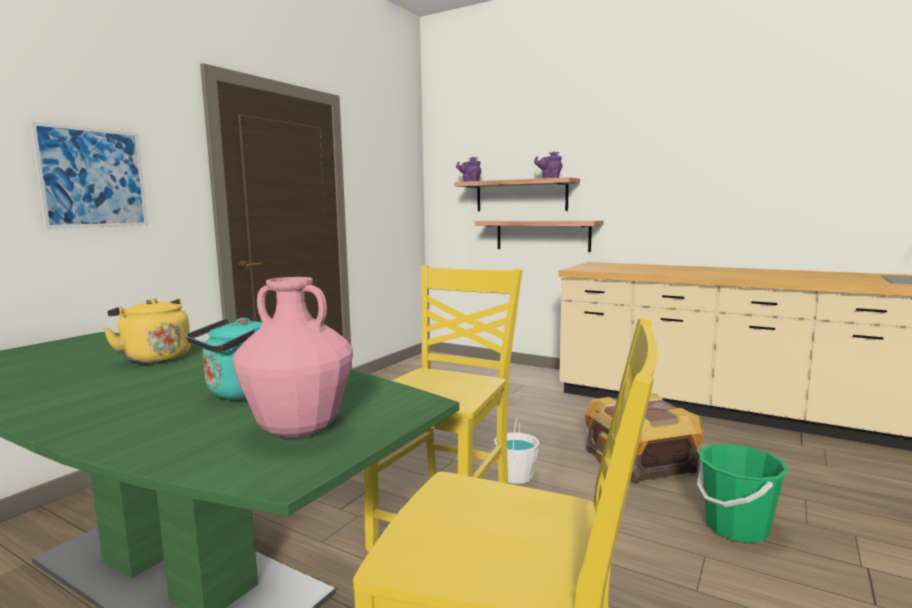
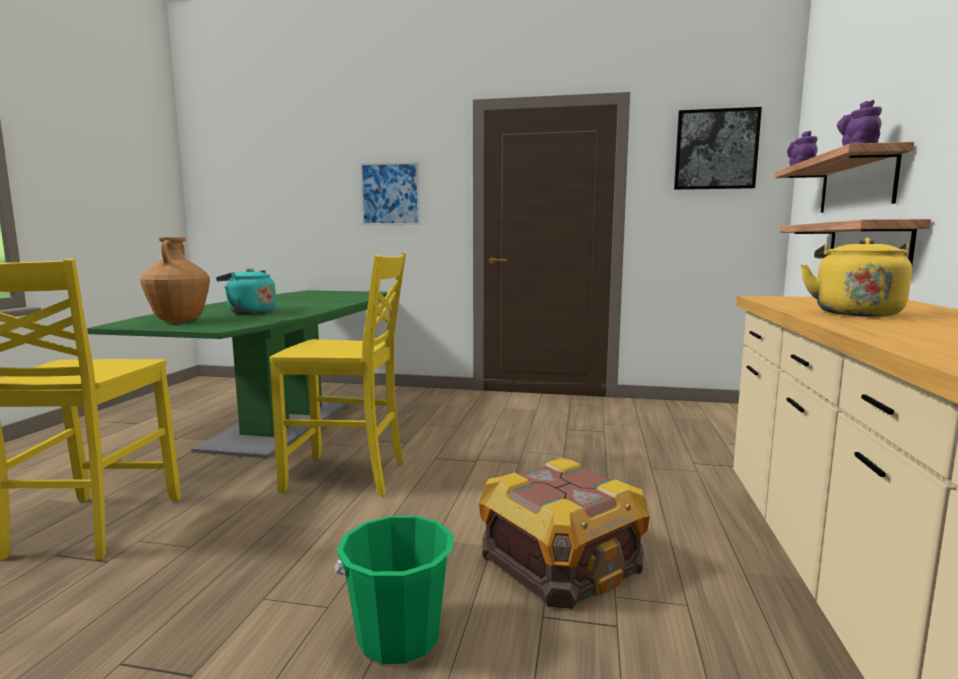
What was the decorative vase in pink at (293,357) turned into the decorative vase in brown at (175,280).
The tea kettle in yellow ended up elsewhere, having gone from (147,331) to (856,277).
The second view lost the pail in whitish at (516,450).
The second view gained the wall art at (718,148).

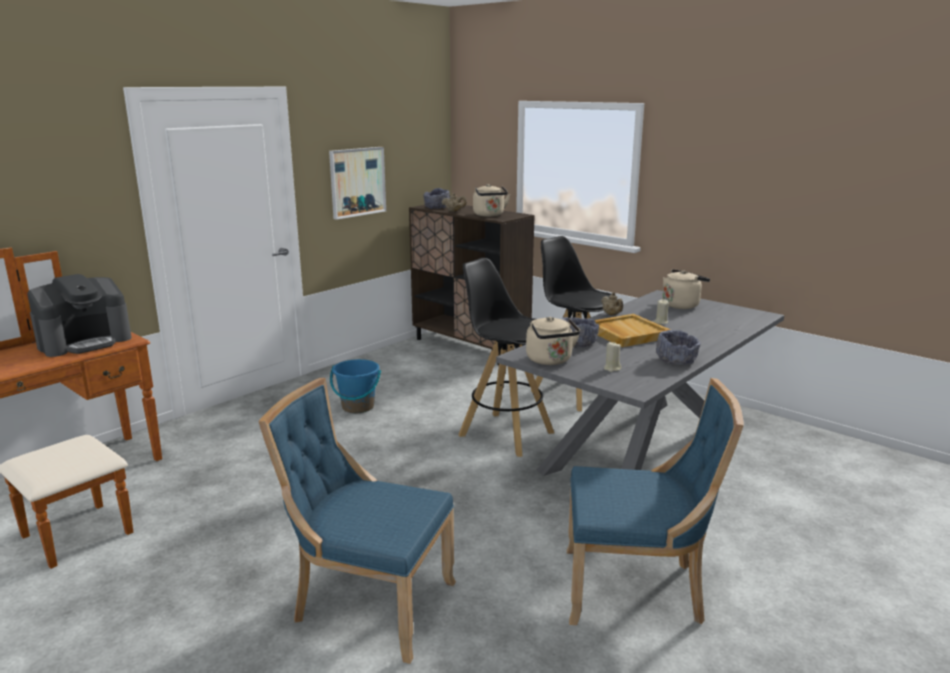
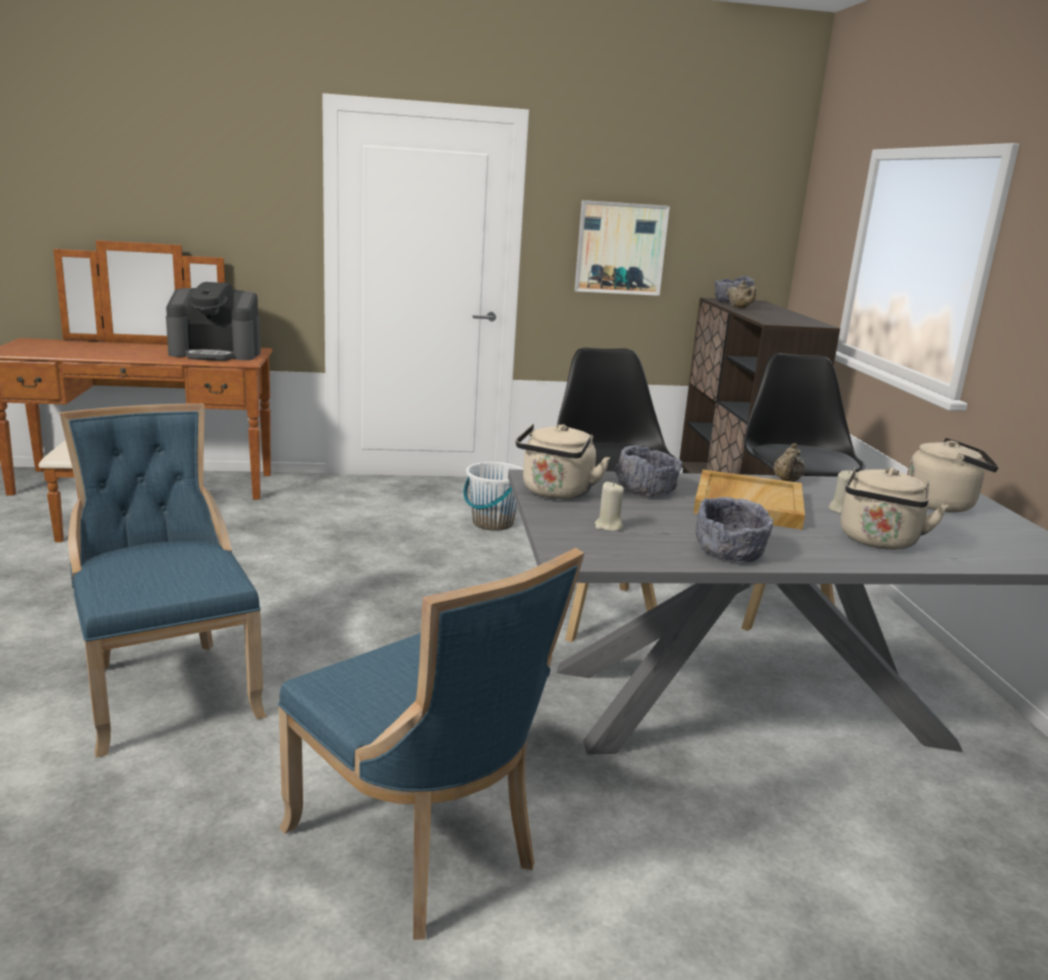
The tea kettle in sand-coloured ended up elsewhere, having gone from (491,200) to (895,508).
What was the pail in bluish at (355,386) turned into the pail in whitish at (493,496).

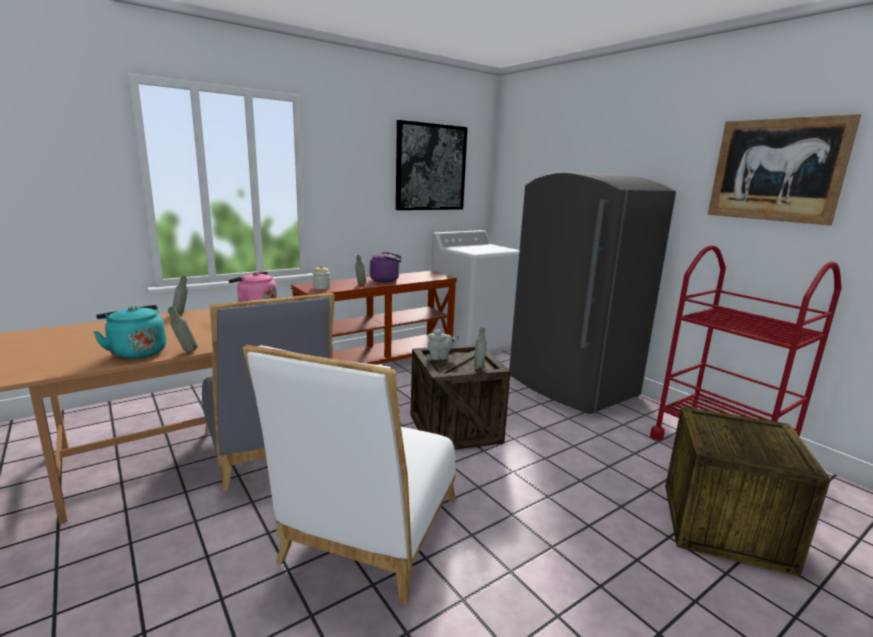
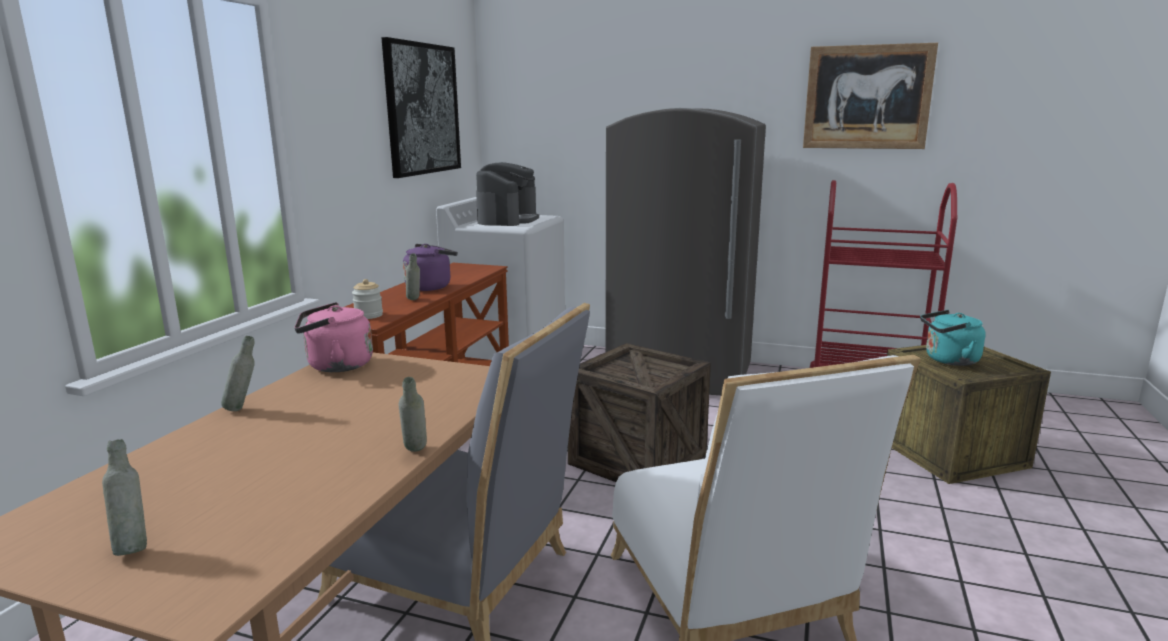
The tea kettle in blue-green ended up elsewhere, having gone from (129,332) to (953,338).
The drink bottle in gray ended up elsewhere, having gone from (480,348) to (124,497).
The second view lost the tea pot in gray at (443,344).
The second view gained the coffee machine at (507,194).

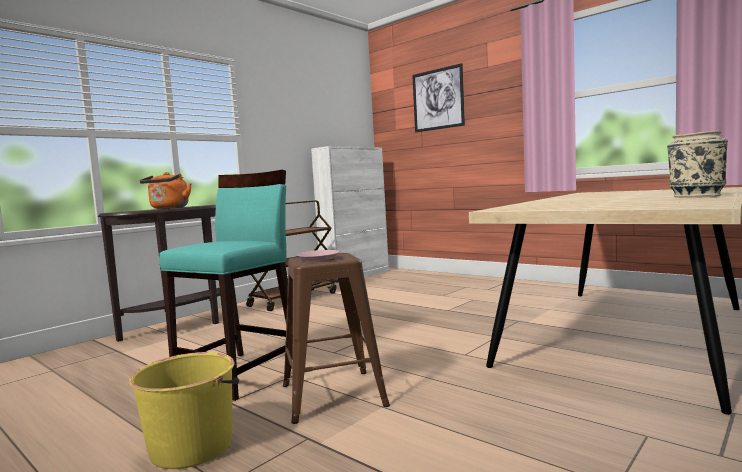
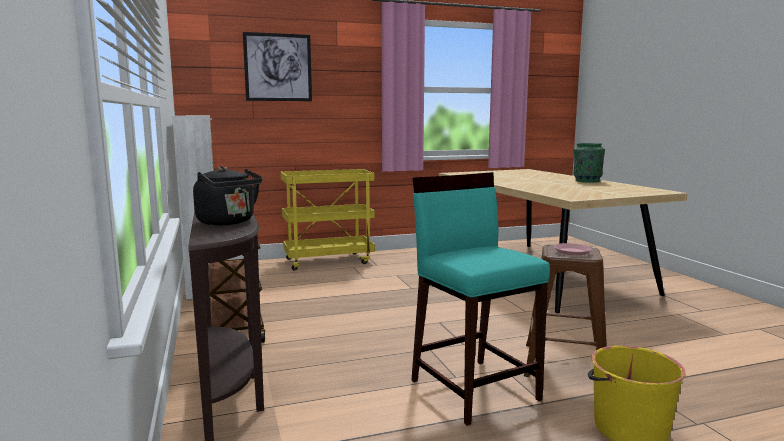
What was the decorative vase in sand-coloured at (697,164) turned into the decorative vase in green-coloured at (589,163).
What was the tea kettle in orange-coloured at (165,190) turned into the tea kettle in blackish at (227,196).
The second view gained the trolley in yellow at (327,220).

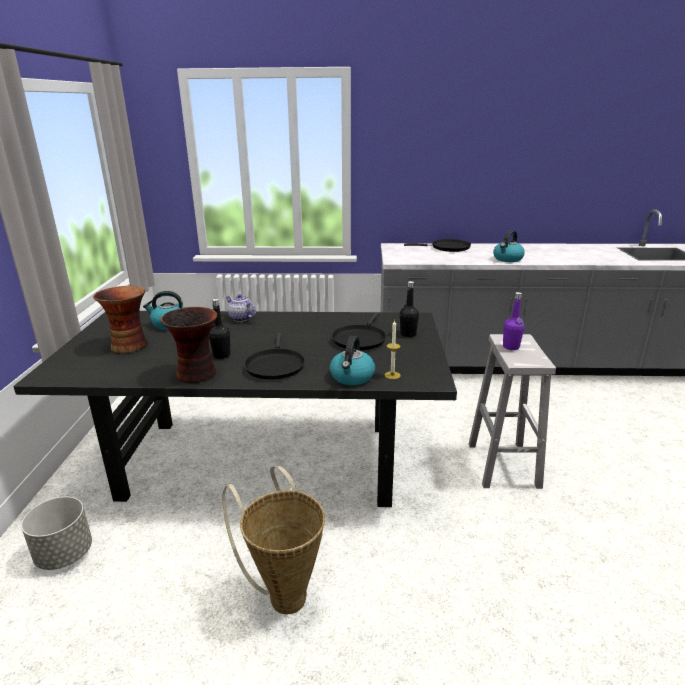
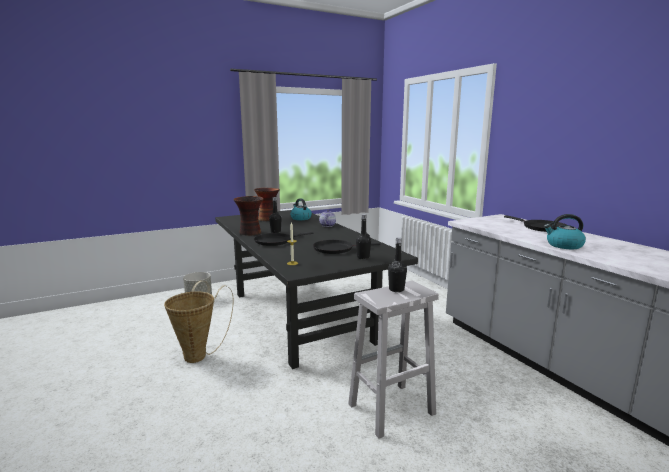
What was the drink bottle in purple at (514,321) turned into the drink bottle in blackish at (397,264).
The second view lost the tea kettle at (352,360).

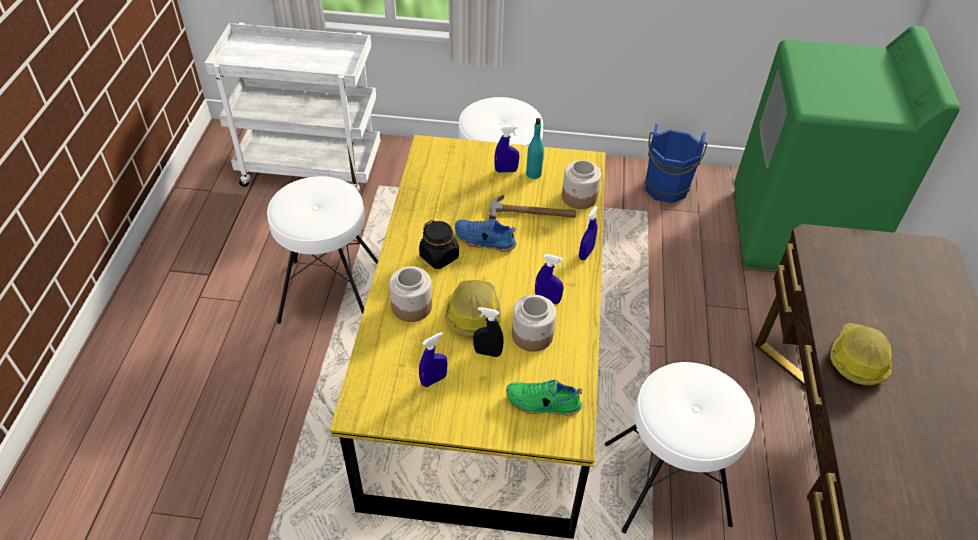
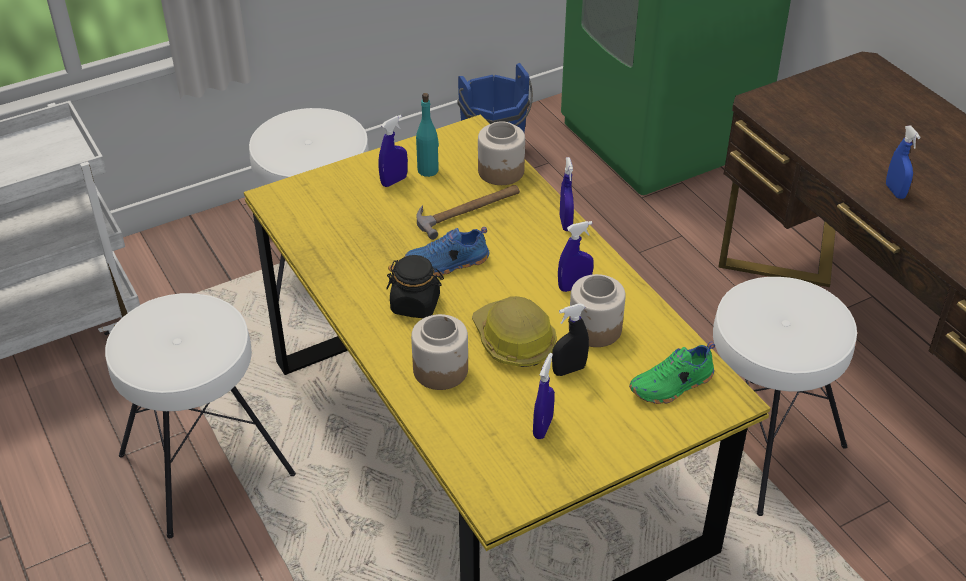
Where the safety helmet stood at (861,354), the spray bottle in bluish came to stand at (903,162).

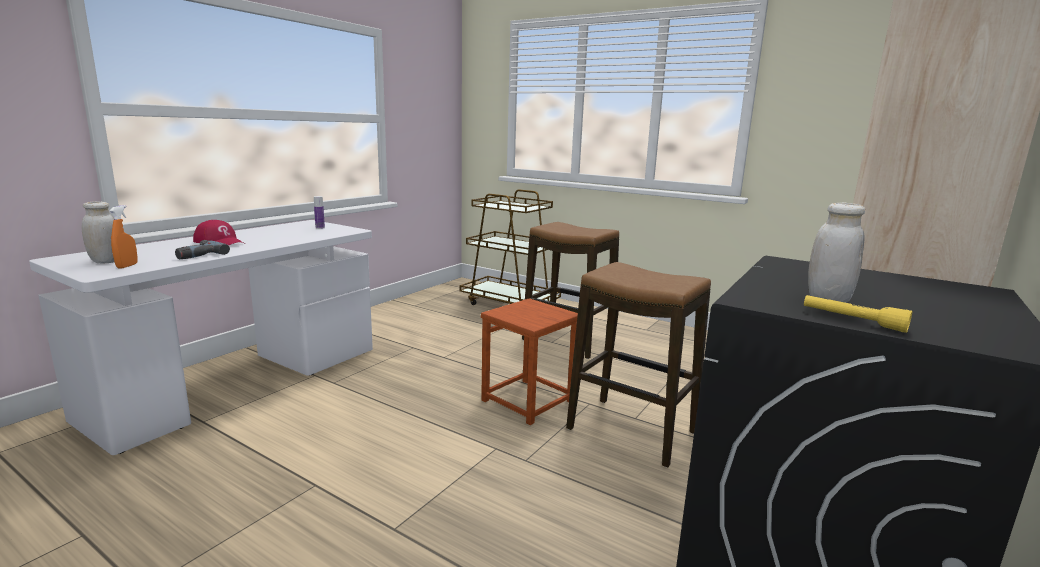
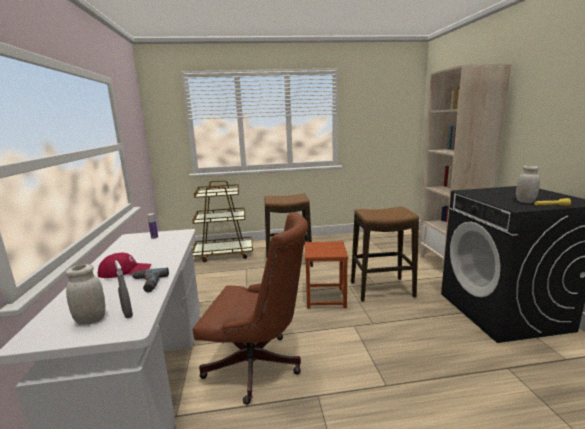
What was the spray bottle in orange-coloured at (124,236) turned into the spray bottle in gray at (124,289).
The second view gained the desk chair in brown at (250,308).

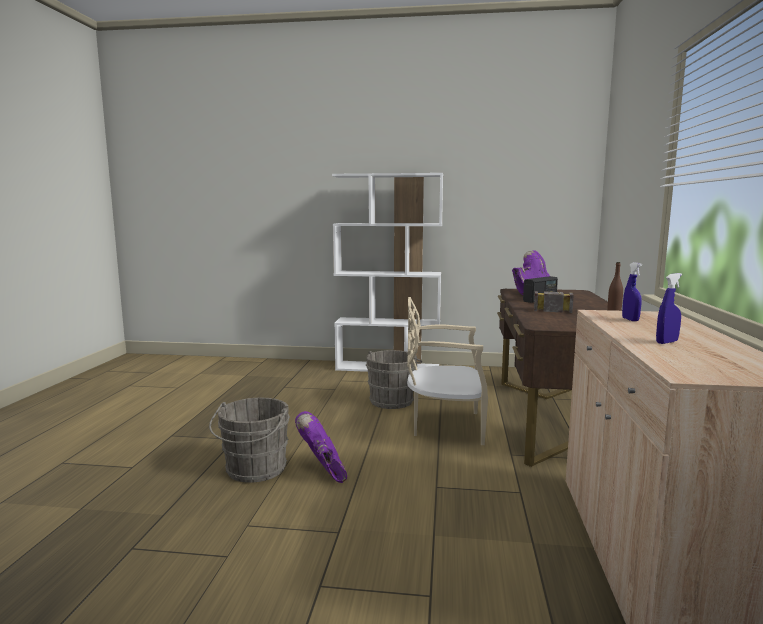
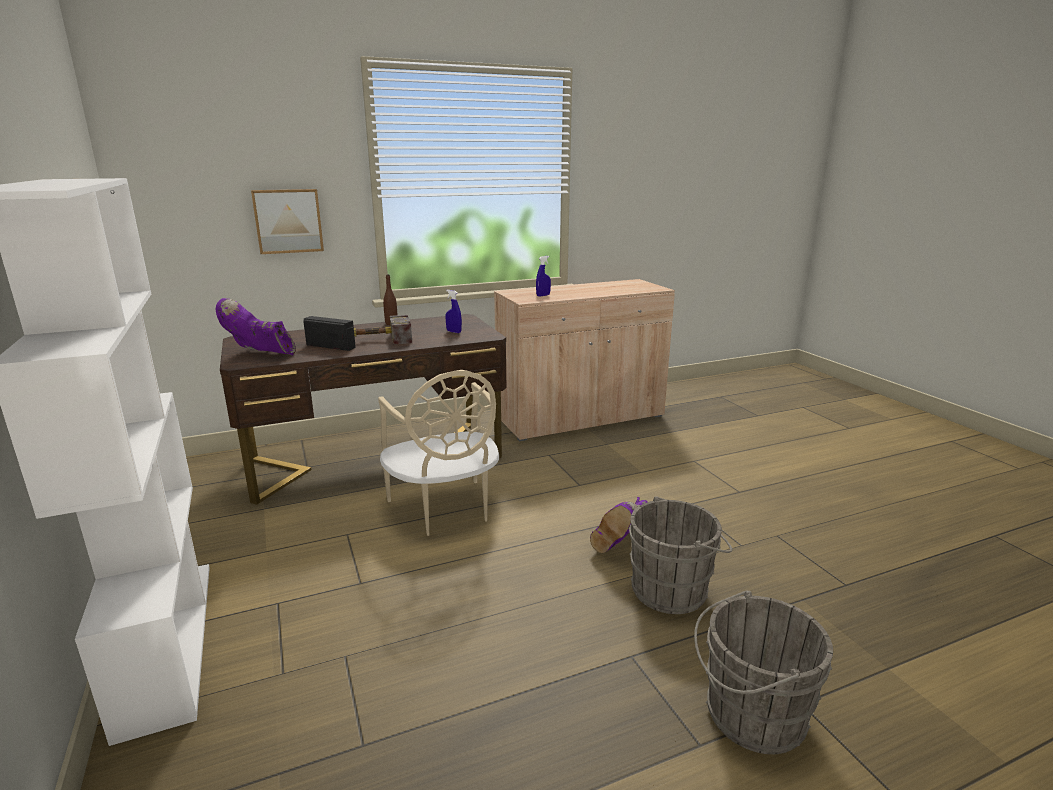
The spray bottle in bluish ended up elsewhere, having gone from (669,308) to (454,311).
The pail in gray ended up elsewhere, having gone from (394,379) to (763,672).
The second view gained the wall art at (287,221).

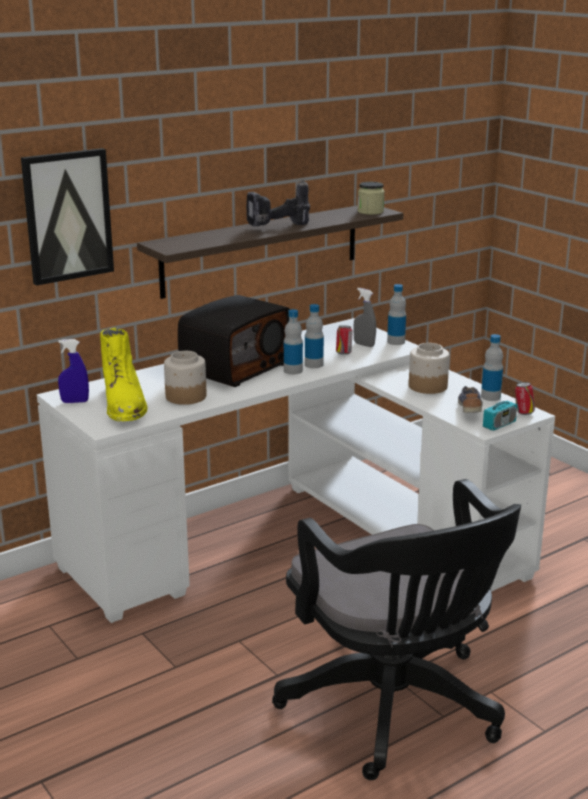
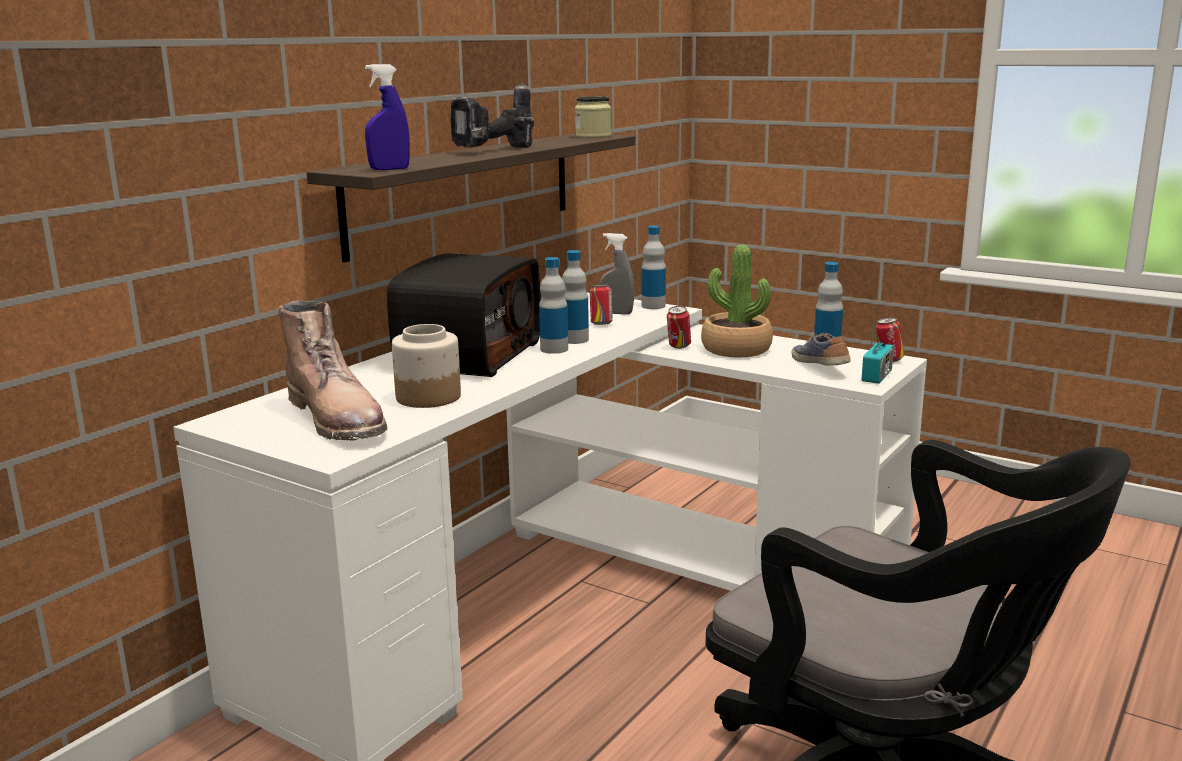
The second view lost the wall art at (67,217).
What was the high-top boot in yellow at (124,375) turned into the high-top boot in brown at (333,370).
The spray bottle in bluish ended up elsewhere, having gone from (73,371) to (387,117).
Where the jar stood at (429,368), the potted plant came to stand at (737,301).
The second view gained the sealed can at (679,327).

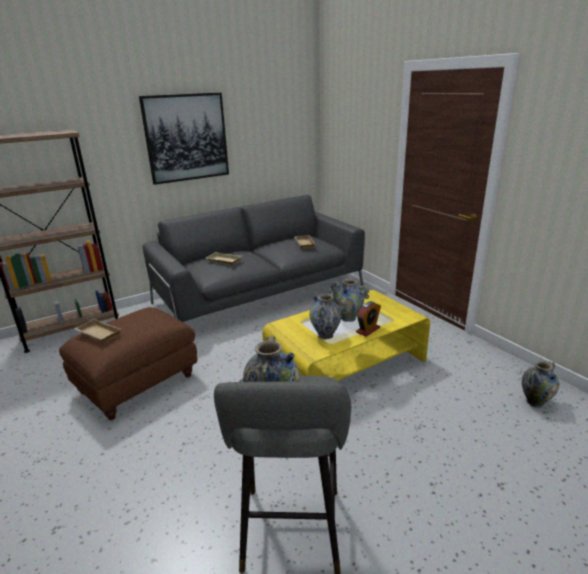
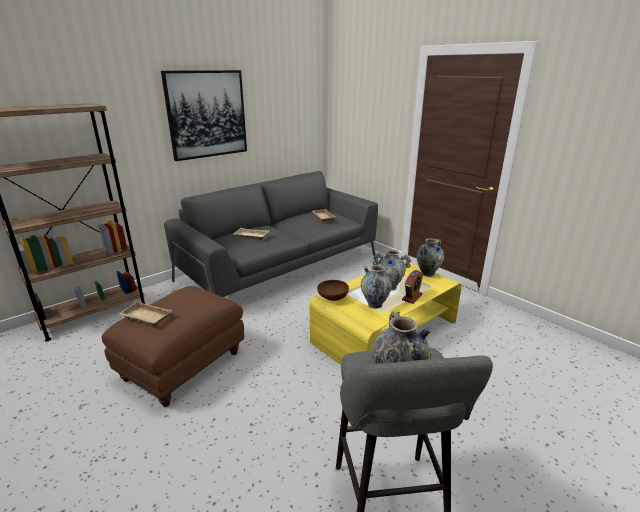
The decorative vase ended up elsewhere, having gone from (540,384) to (430,257).
The second view gained the deep dish in brown at (333,290).

